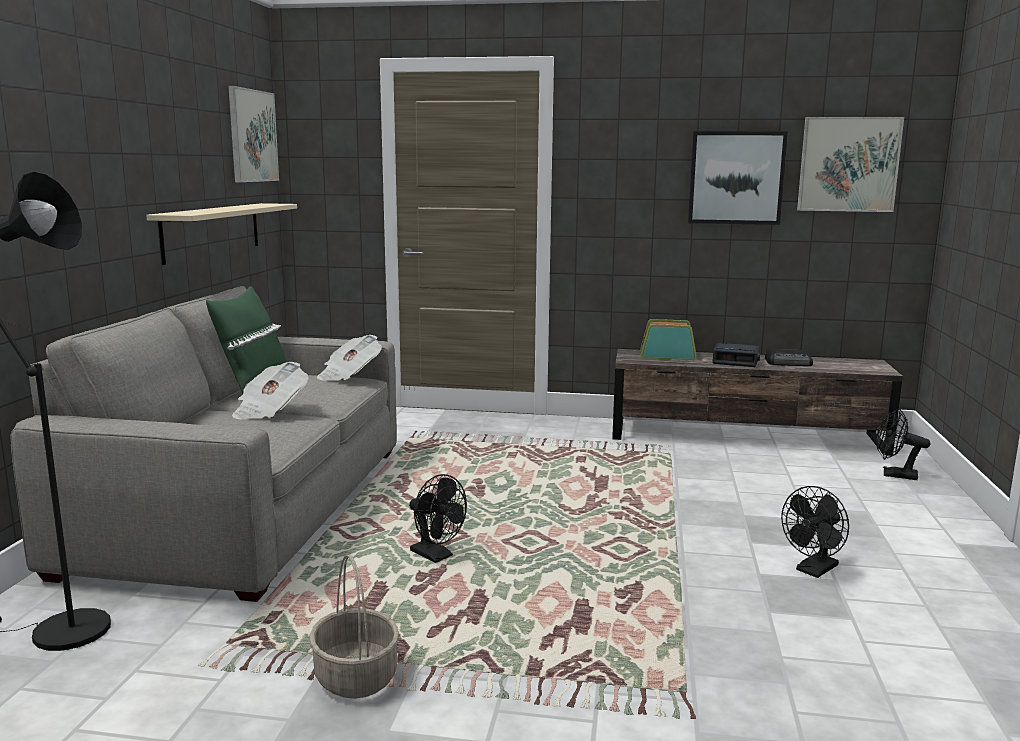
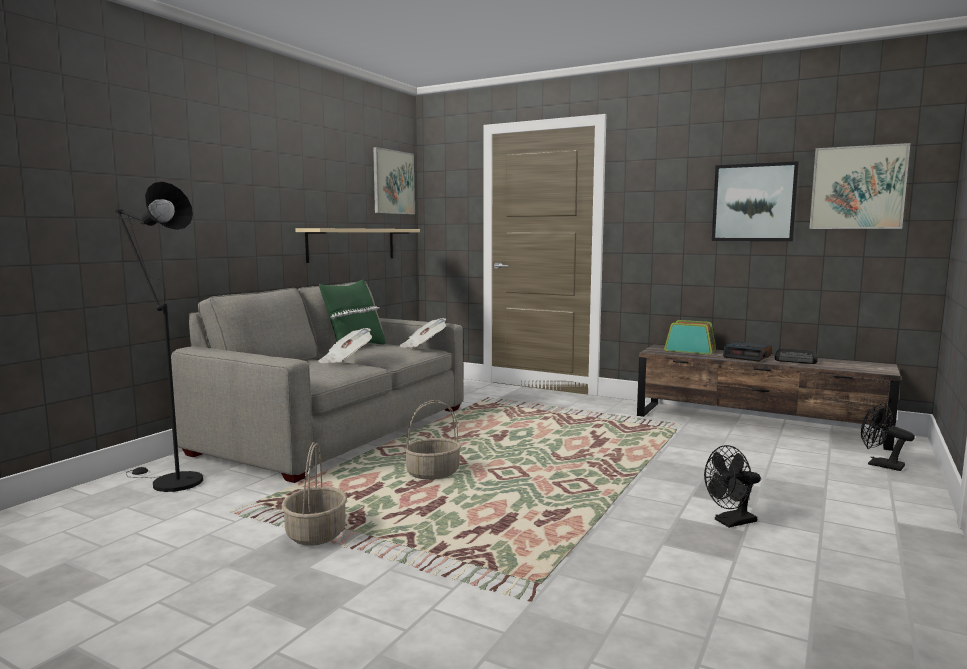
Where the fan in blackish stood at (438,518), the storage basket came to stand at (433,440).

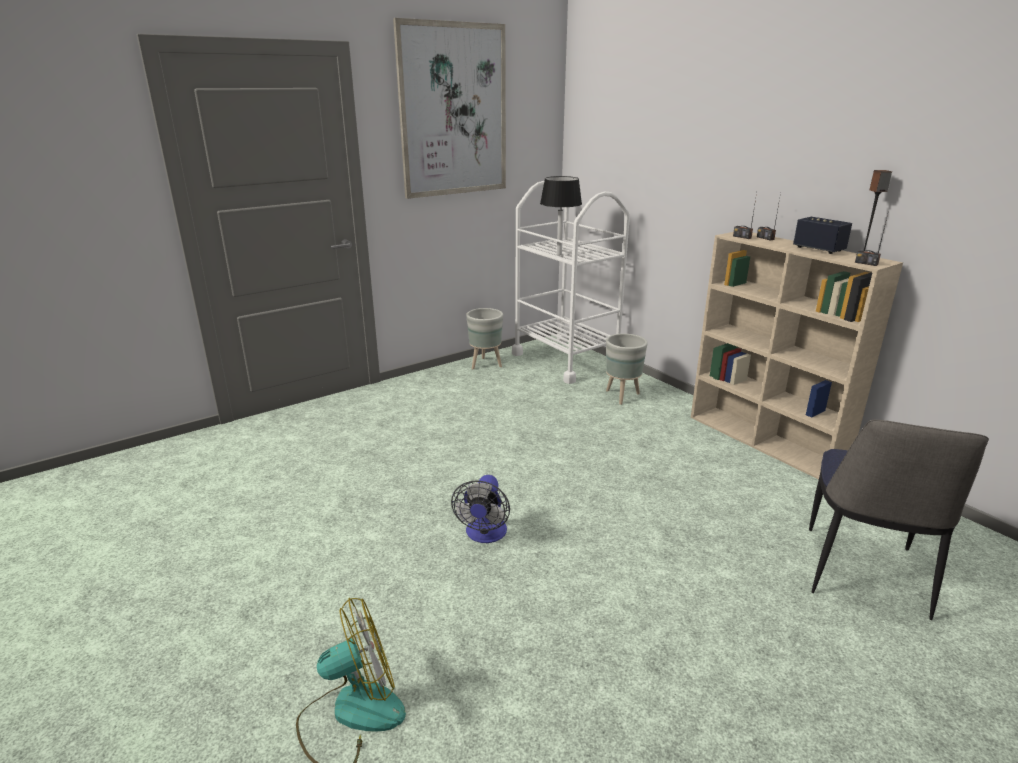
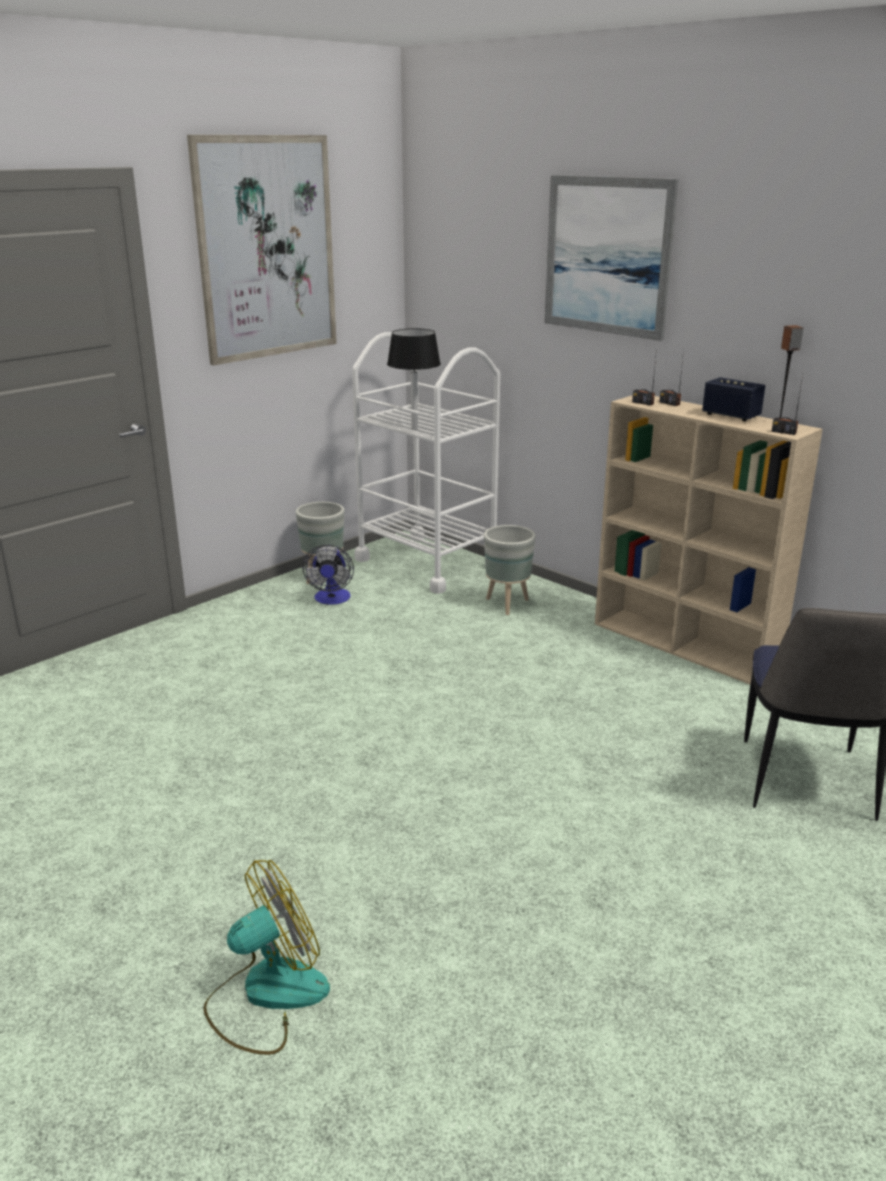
The fan ended up elsewhere, having gone from (480,509) to (328,575).
The second view gained the wall art at (611,258).

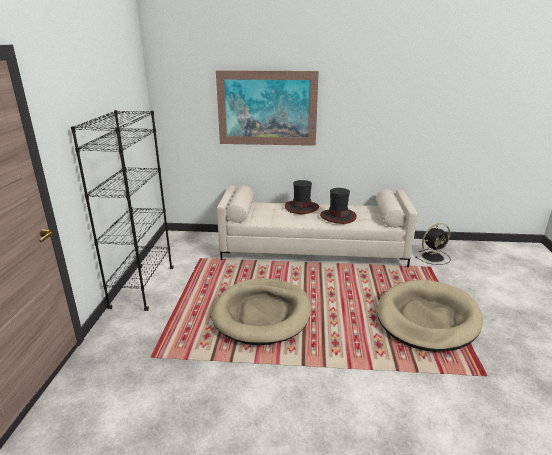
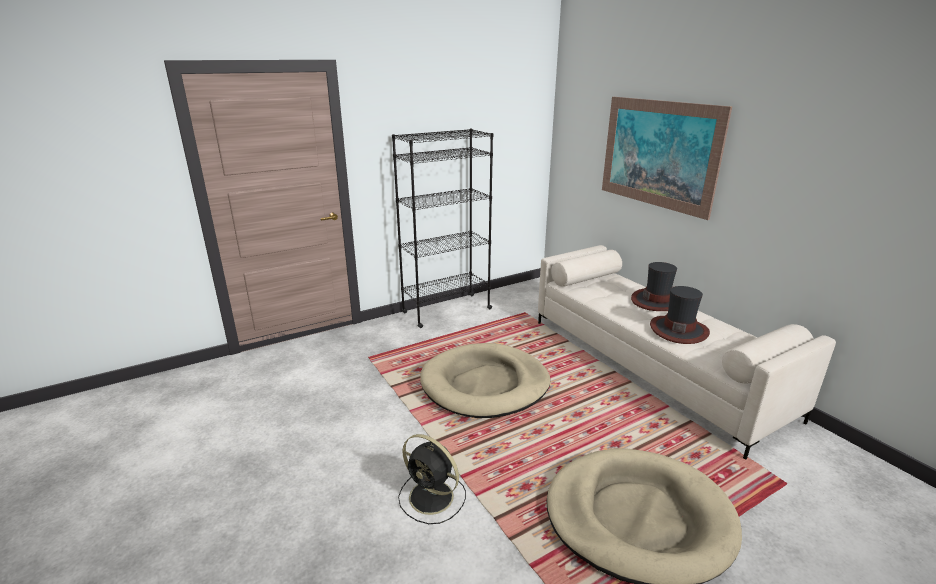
The fan in blackish ended up elsewhere, having gone from (433,244) to (432,479).

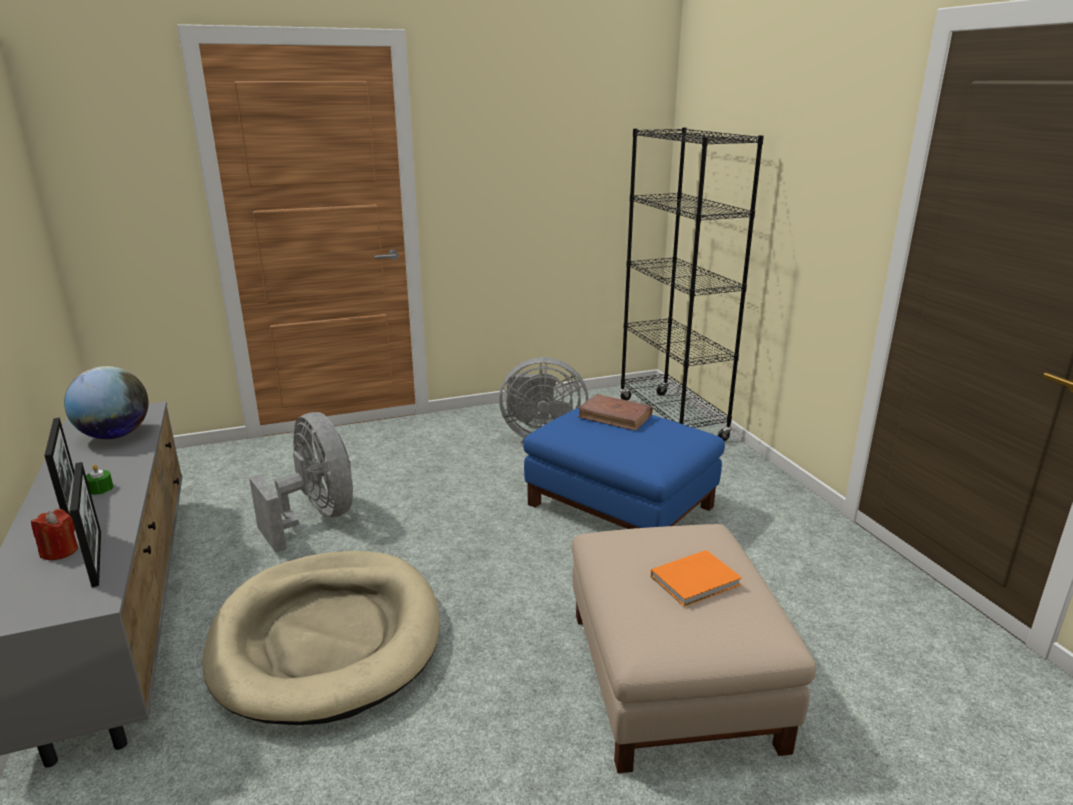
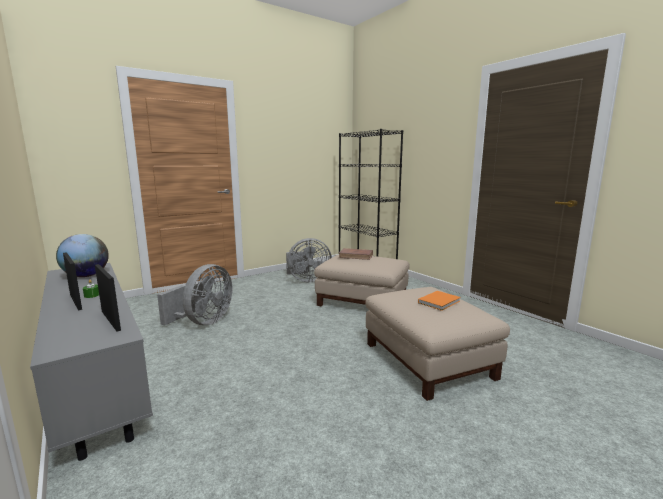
What was the pouffe in bluish at (624,468) turned into the pouffe in sand-coloured at (362,280).
The fan in gray at (301,482) ended up facing another way, 75 degrees clockwise from before.
The second view lost the wax candle in red at (54,534).
The second view lost the dog cushion in sand-coloured at (321,638).

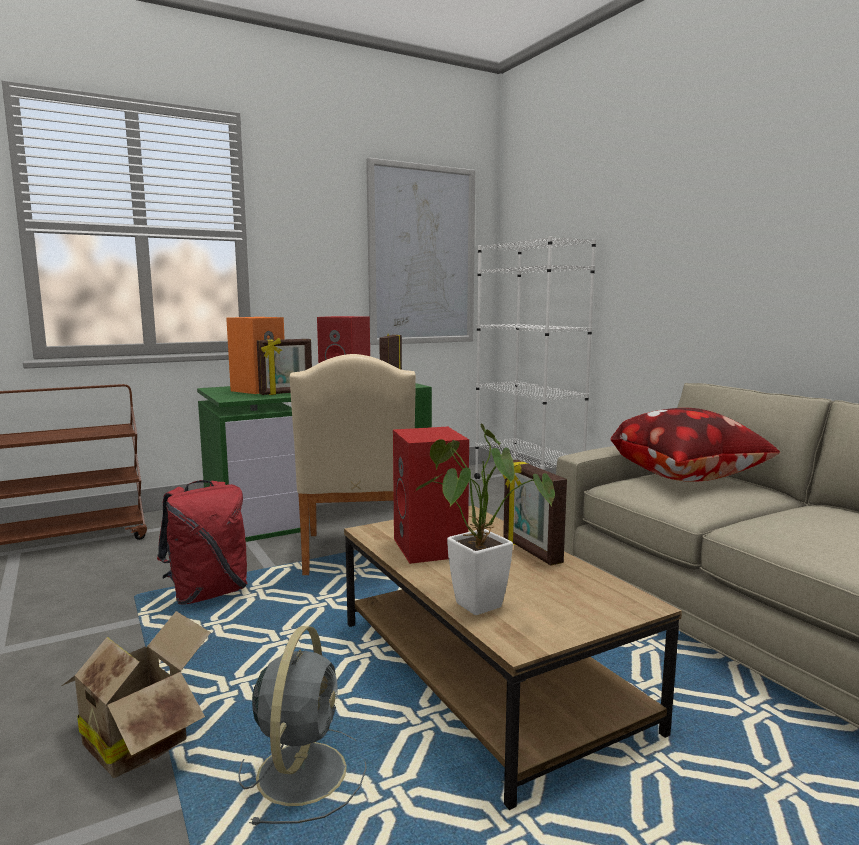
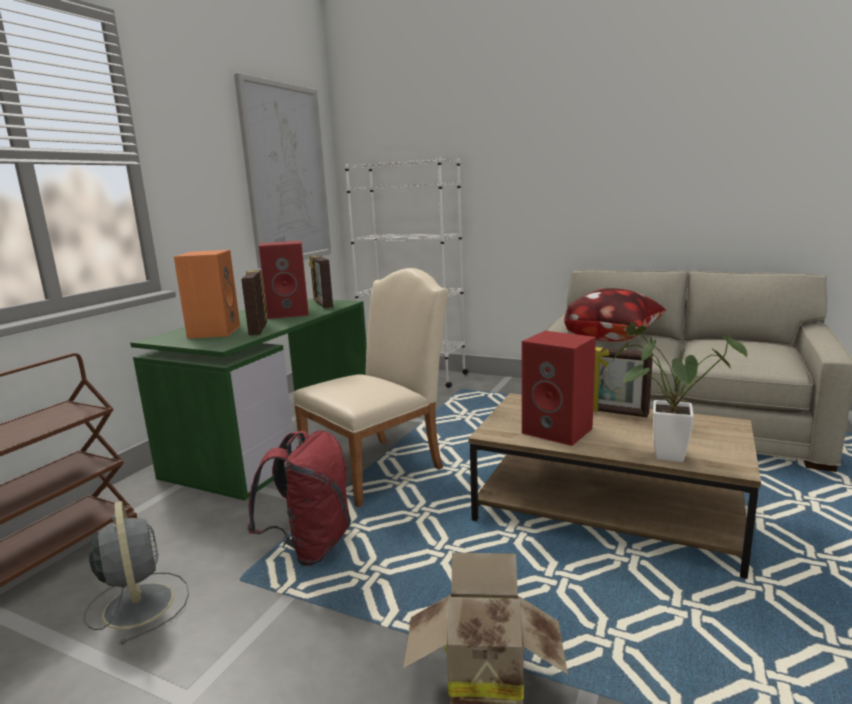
The photo frame at (284,366) ended up facing another way, 150 degrees clockwise from before.
The chair in sand-coloured at (353,464) ended up facing another way, 90 degrees counterclockwise from before.
The fan in gray ended up elsewhere, having gone from (302,725) to (136,573).

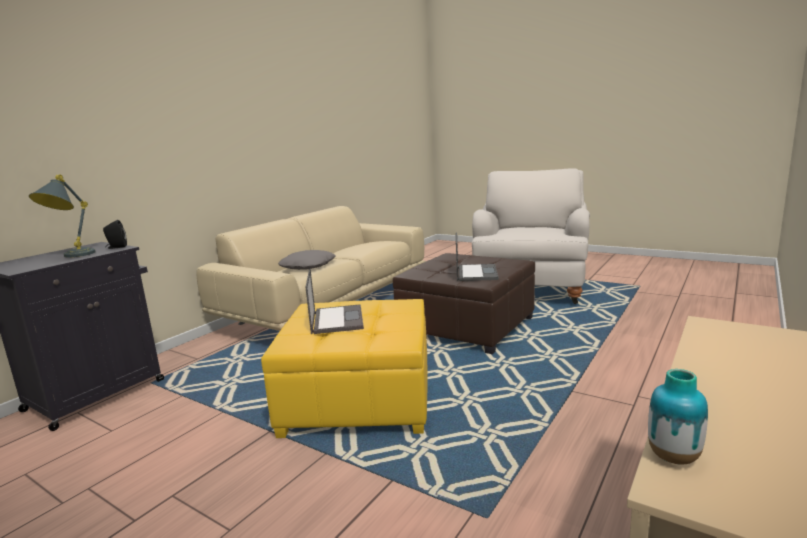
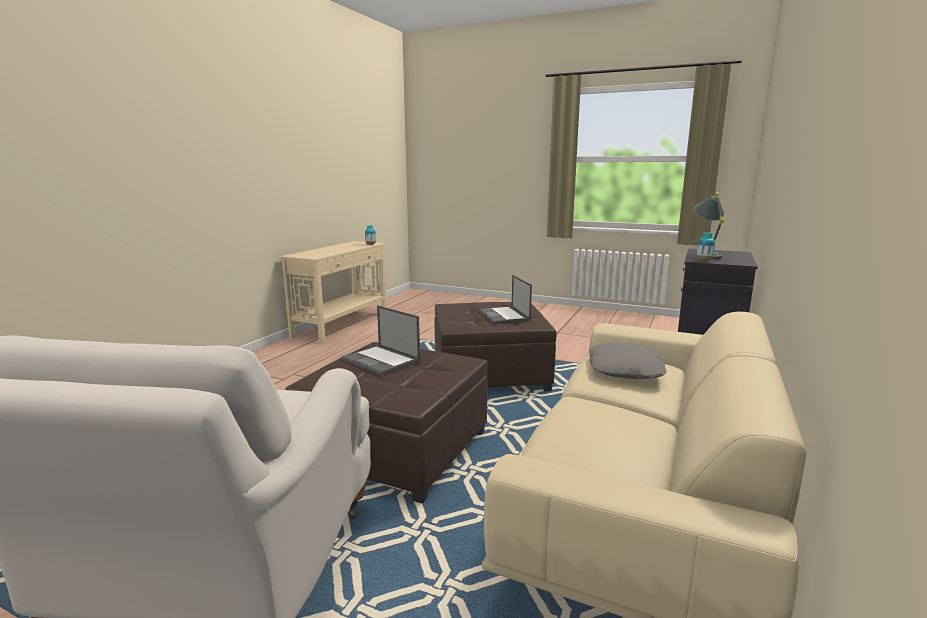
Where the speaker in blackish stood at (115,234), the decorative vase came to stand at (706,246).
The portable computer at (477,256) ended up facing another way, 45 degrees counterclockwise from before.
What was the pouffe in yellow at (344,368) turned into the pouffe in brown at (495,346).

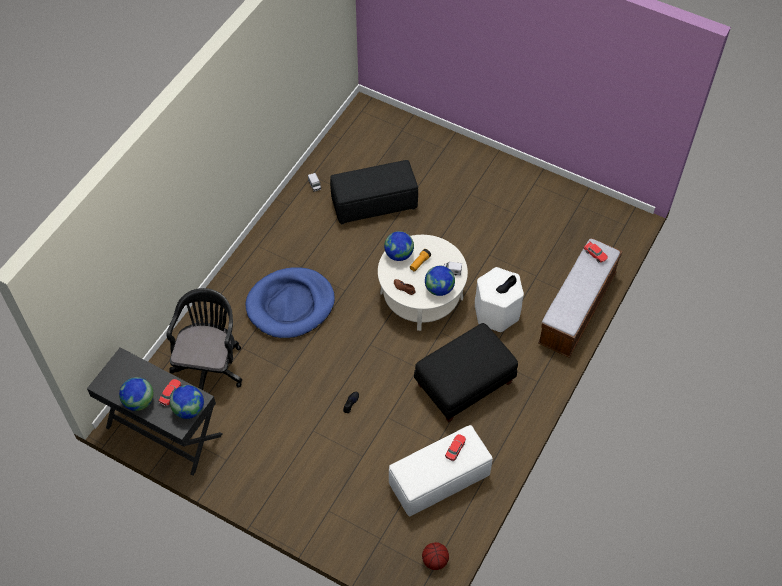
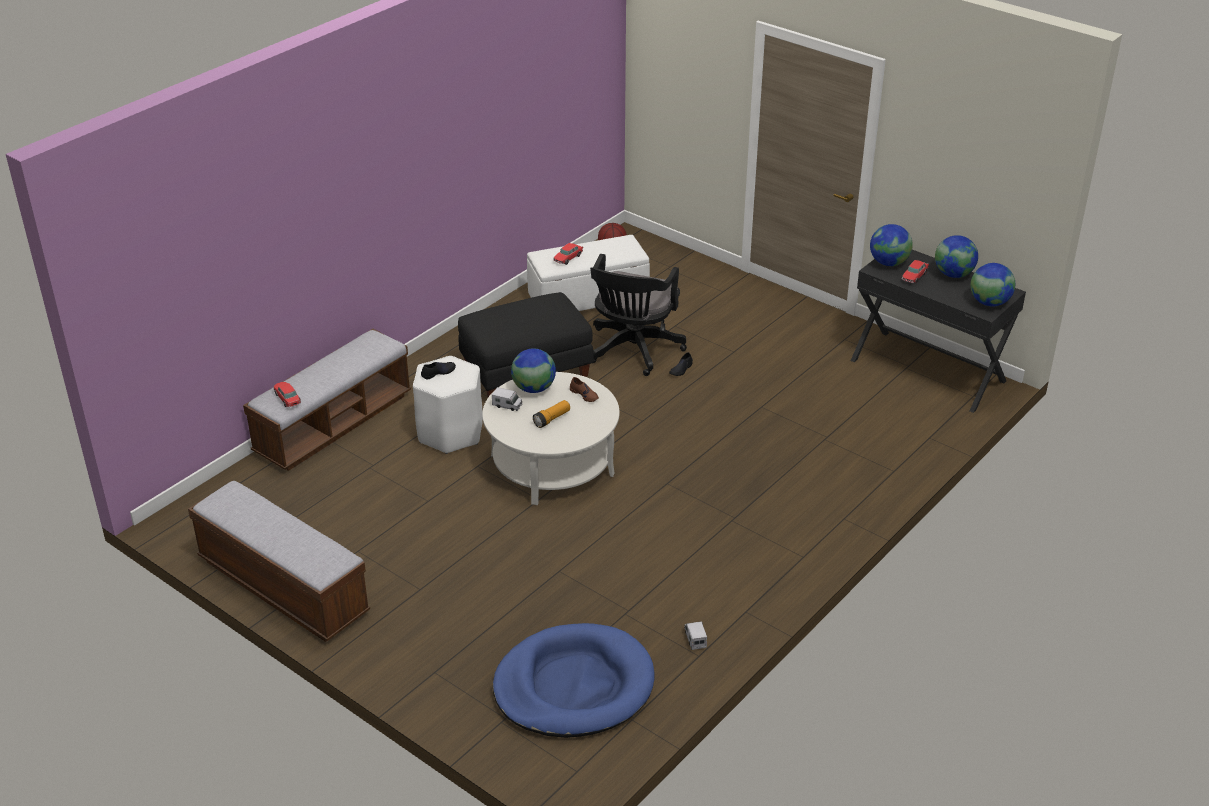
The second view lost the pouffe in blackish at (374,192).
The world globe ended up elsewhere, having gone from (399,246) to (993,284).
The dog cushion in bluish ended up elsewhere, having gone from (290,302) to (573,680).
The desk chair in blackish ended up elsewhere, having gone from (204,339) to (638,315).
The second view gained the bench at (279,561).

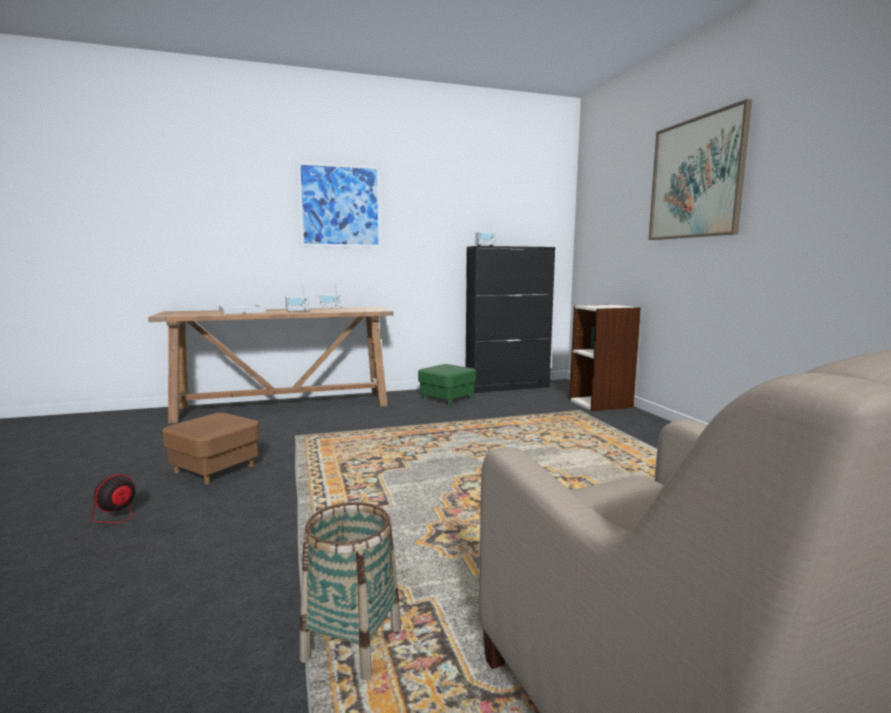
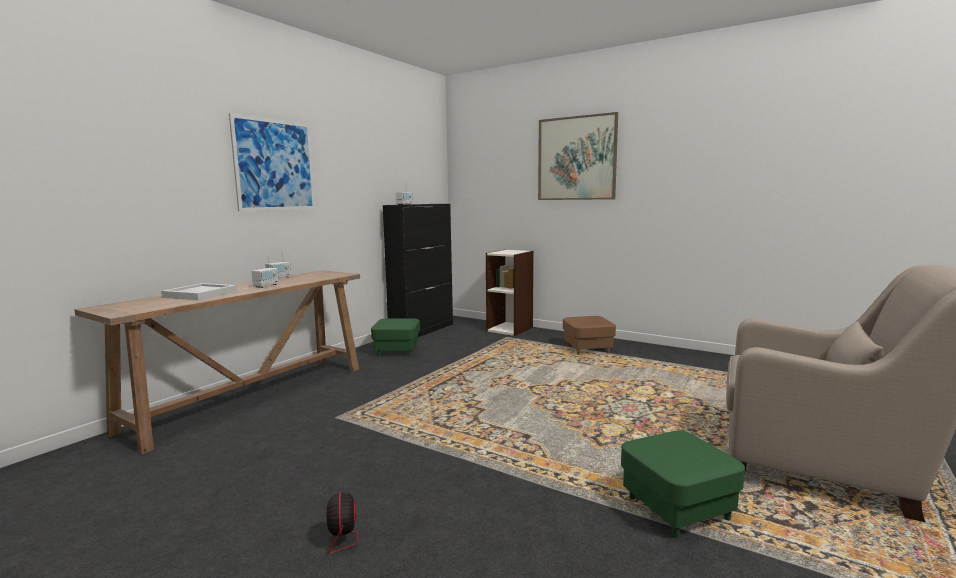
The pouffe in brown ended up elsewhere, having gone from (211,449) to (589,335).
Where the storage basket stood at (350,591), the pouffe in green-coloured came to stand at (683,484).

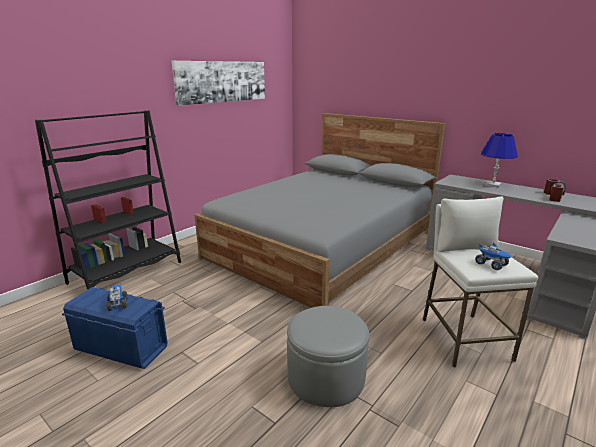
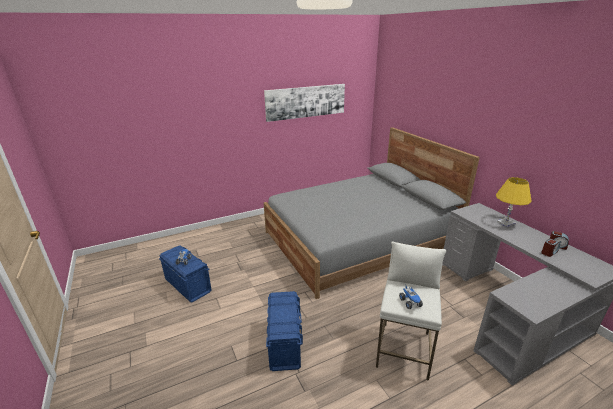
The second view lost the bookcase in blackish at (108,200).
What was the tabletop lamp in bluish at (499,160) turned into the tabletop lamp in yellow at (514,202).
Where the pouffe in gray stood at (328,356), the storage container in bluish came to stand at (284,331).

